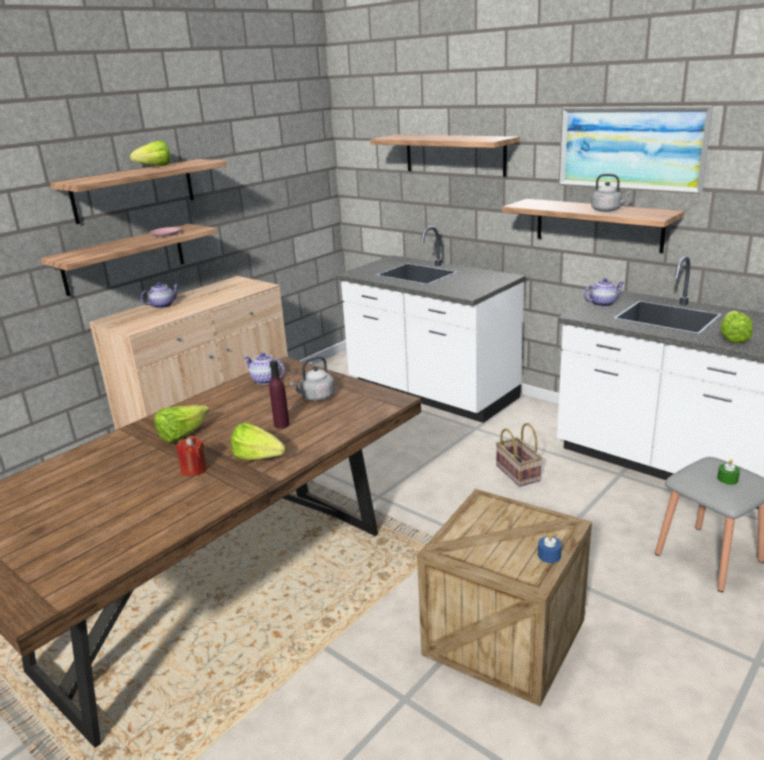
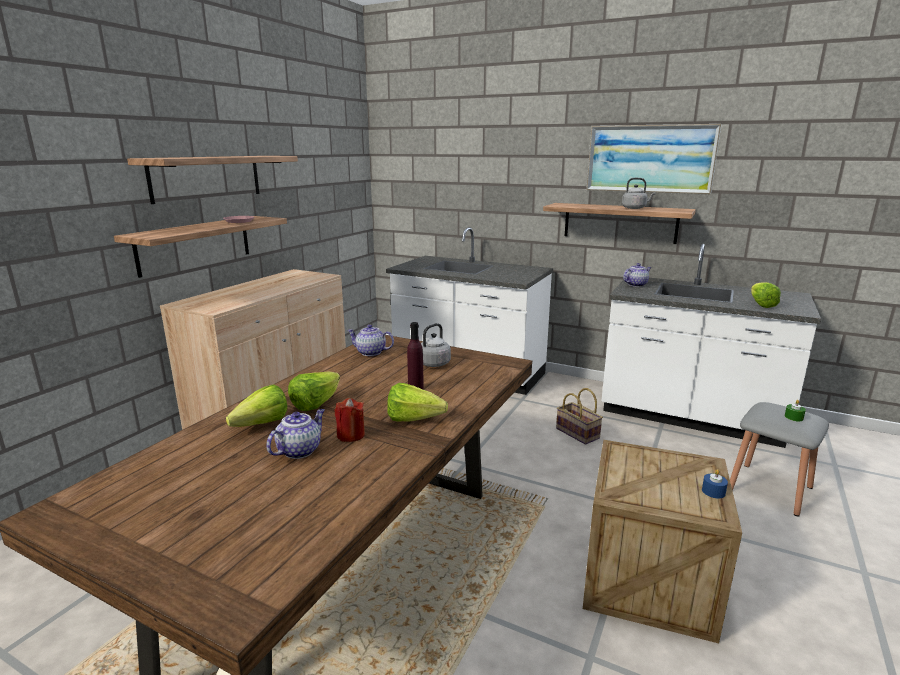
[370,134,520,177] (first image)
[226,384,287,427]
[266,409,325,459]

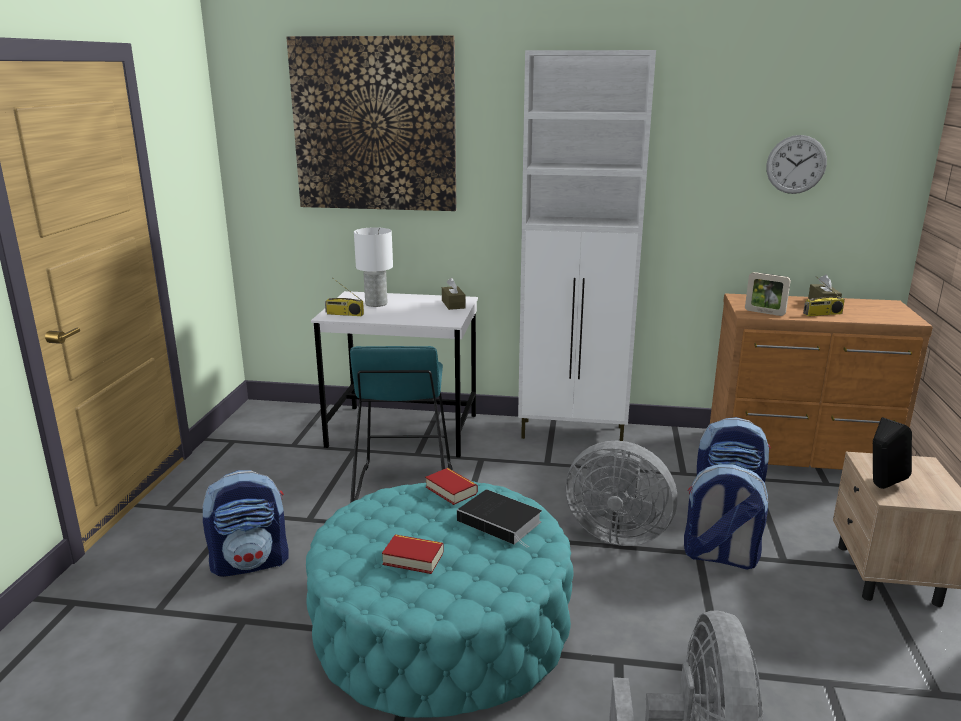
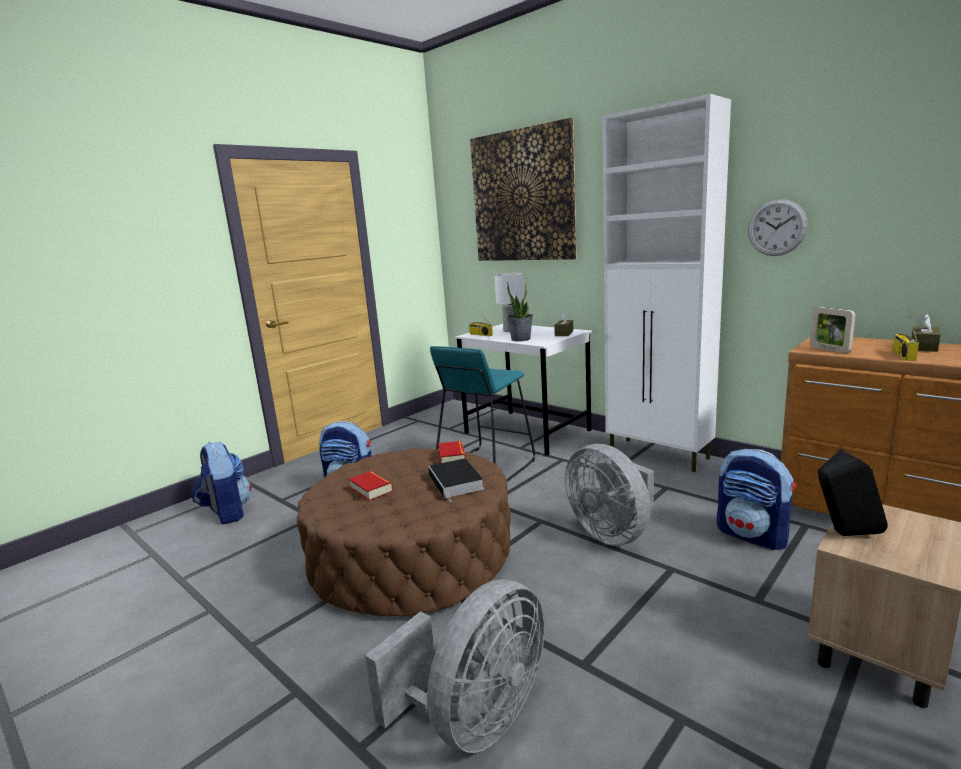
[507,282,533,341]
[192,442,251,524]
[748,199,808,256]
[297,448,511,616]
[892,309,919,361]

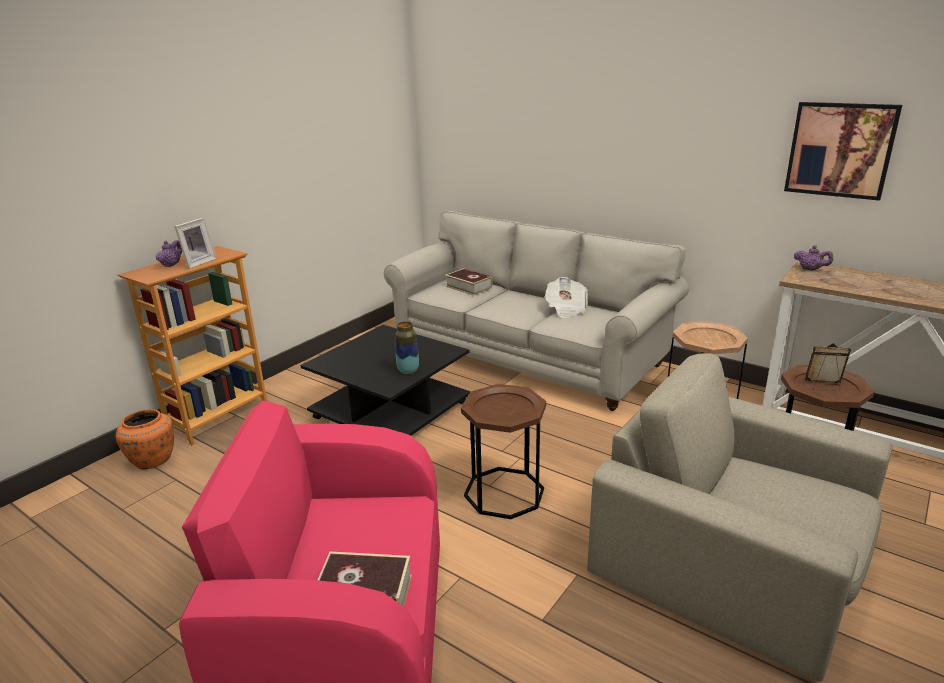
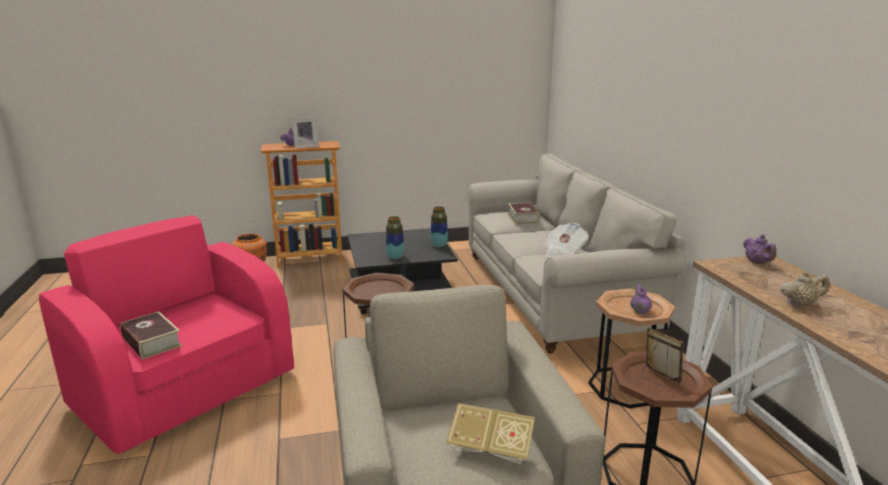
[784,102,902,201] (first image)
[430,207,448,247]
[446,403,535,465]
[630,284,652,314]
[780,271,830,306]

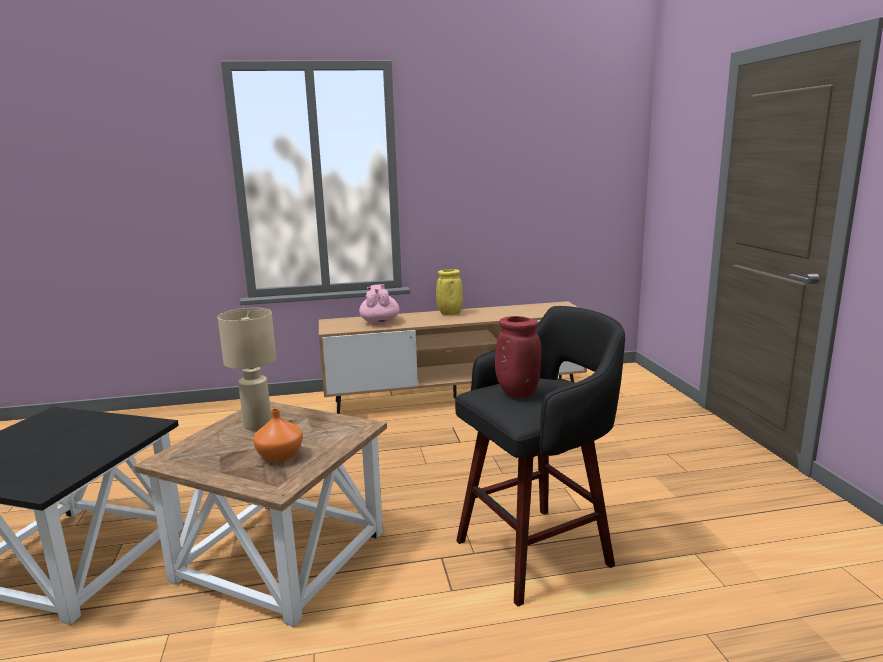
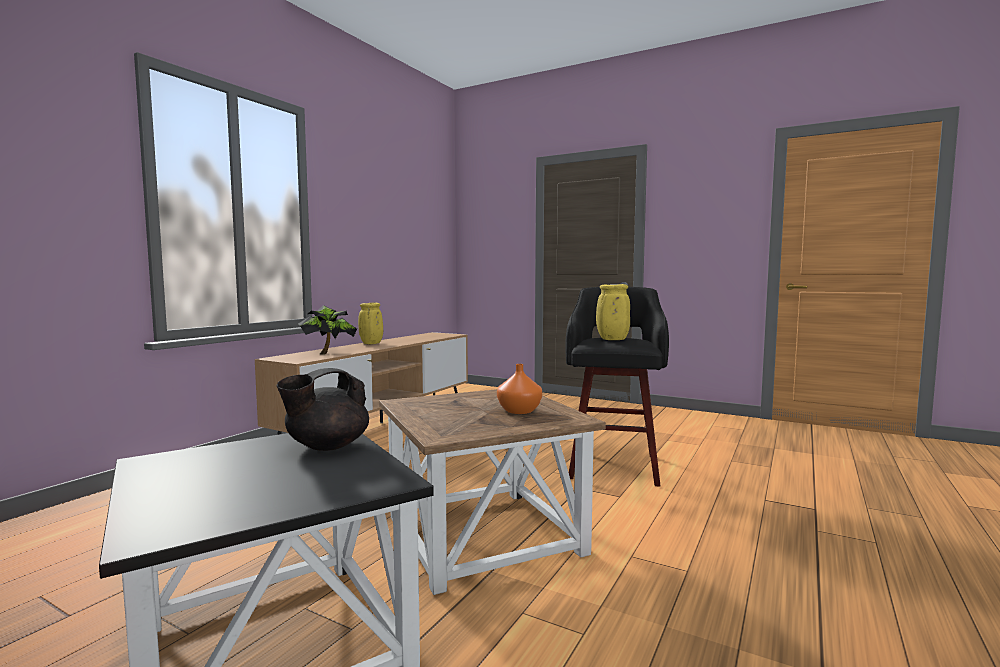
[218,308,276,430] (first image)
[277,368,369,451]
[298,305,357,354]
[596,284,630,340]

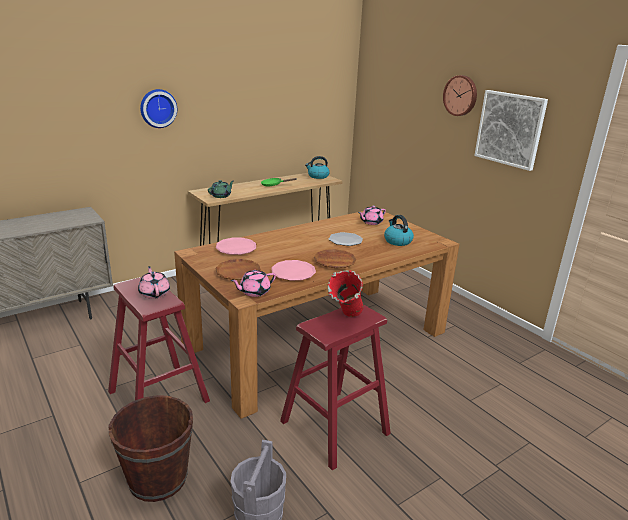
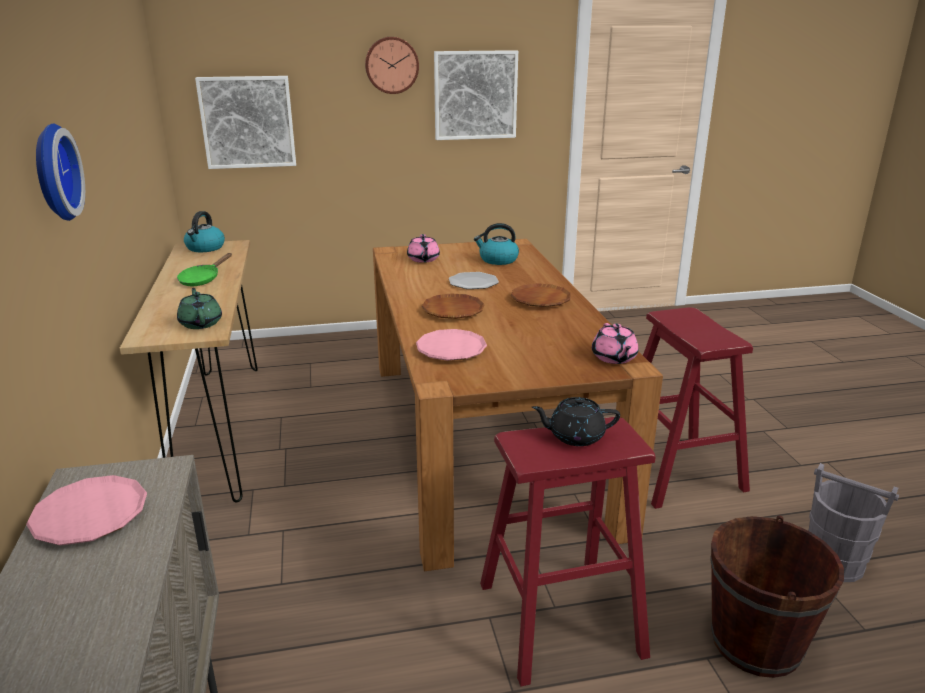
[328,270,364,317] (first image)
[195,76,296,169]
[422,293,485,319]
[26,475,147,546]
[532,397,620,446]

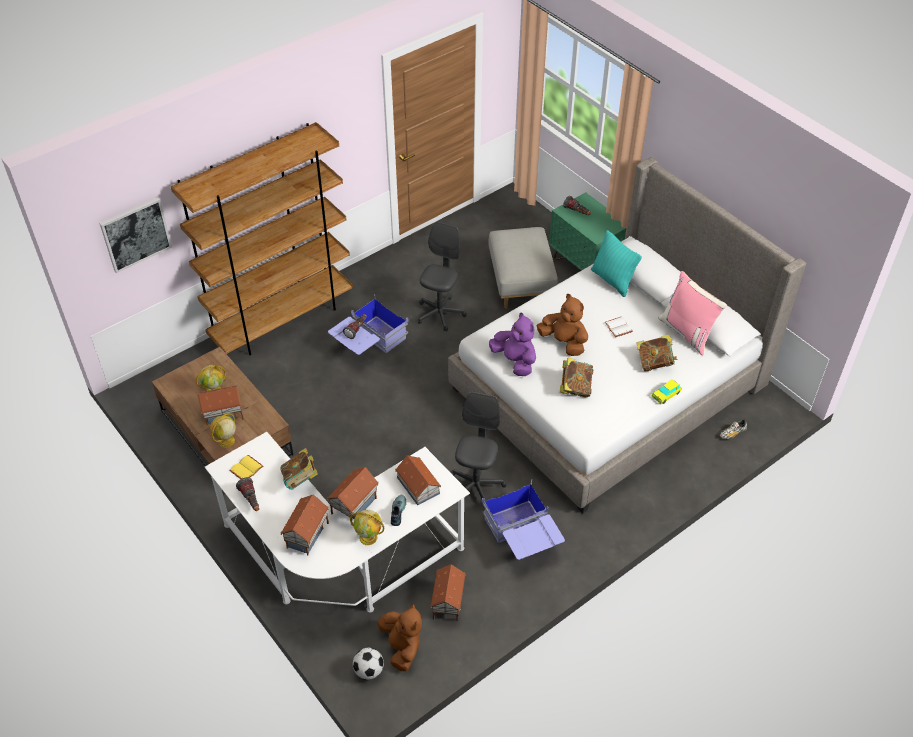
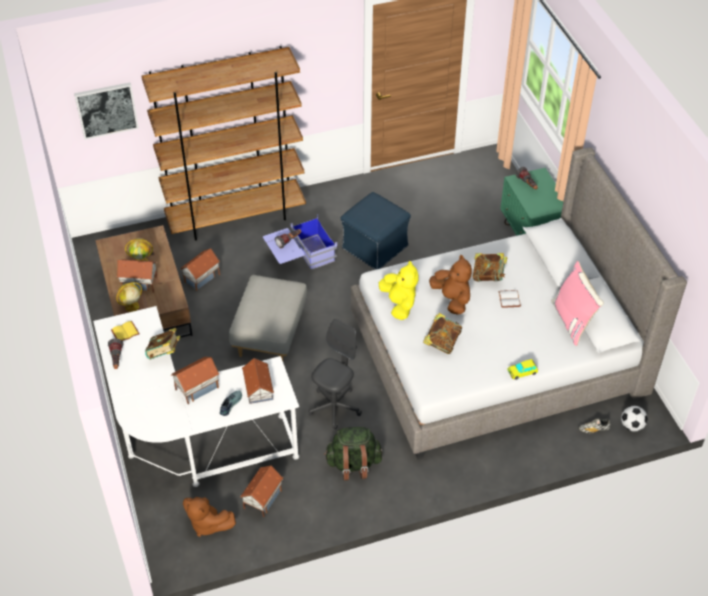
[350,510,384,545] (first image)
[591,230,642,297] (first image)
[180,248,220,291]
[621,406,648,432]
[229,275,307,361]
[473,253,507,281]
[341,192,411,270]
[324,427,383,481]
[379,261,418,320]
[183,497,236,537]

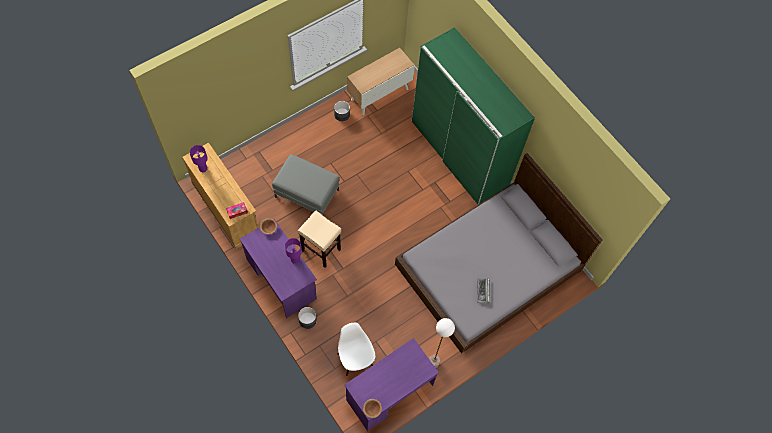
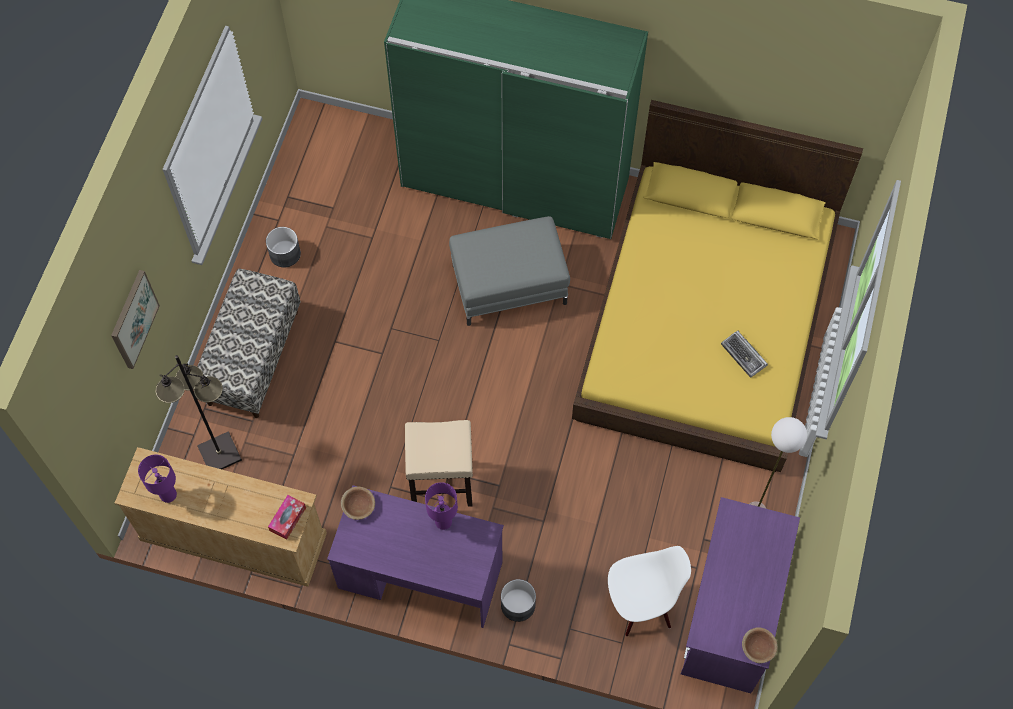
[347,48,415,116] (first image)
[111,270,160,369]
[155,355,242,469]
[197,269,301,418]
[449,216,570,326]
[572,100,863,472]
[608,546,691,636]

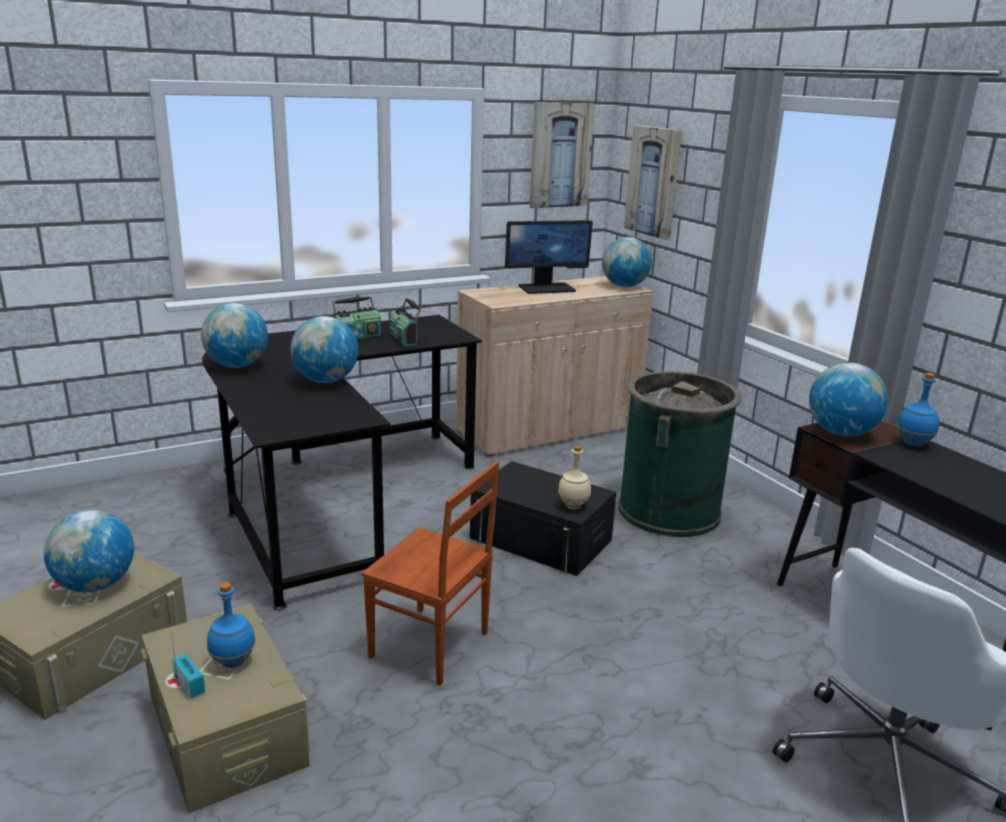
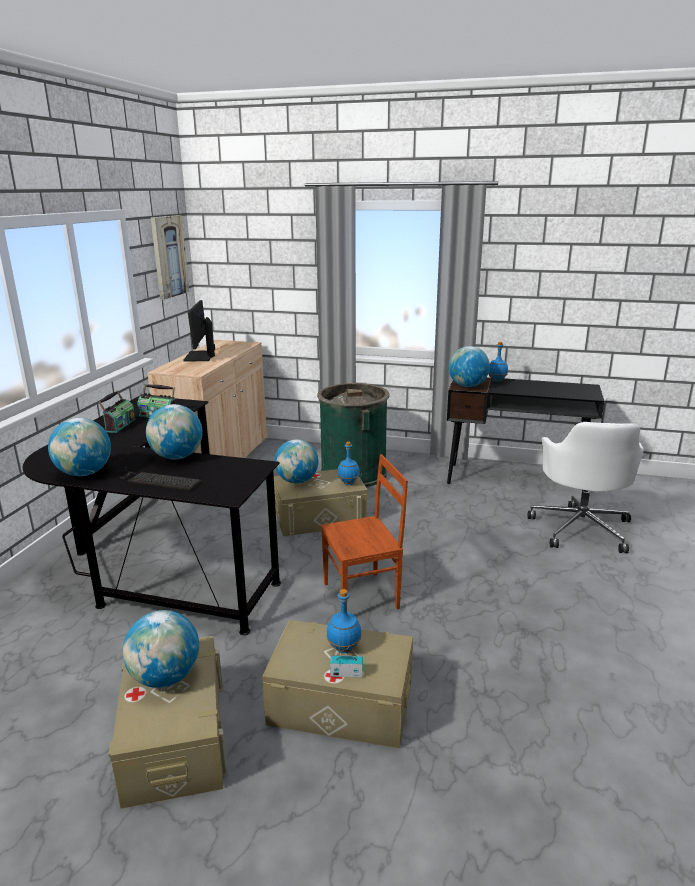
[624,125,682,240] (first image)
[120,467,202,491]
[274,439,318,484]
[274,469,368,536]
[337,442,360,485]
[184,300,215,362]

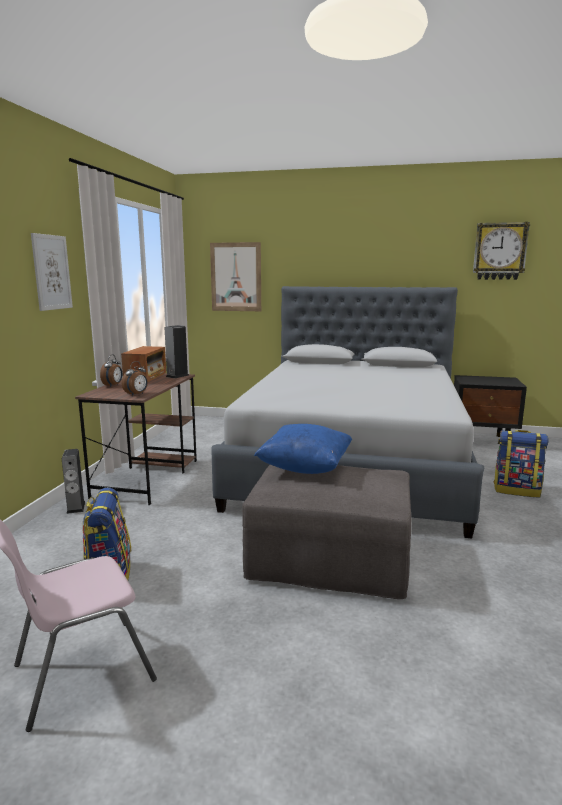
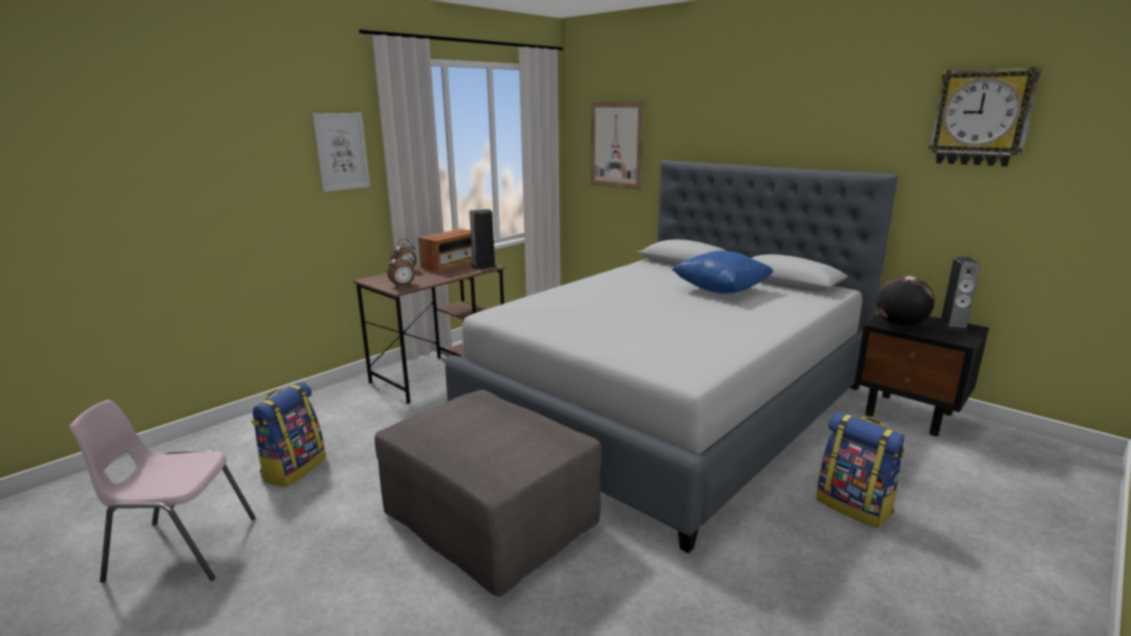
[877,276,935,327]
[939,257,980,331]
[672,251,773,294]

